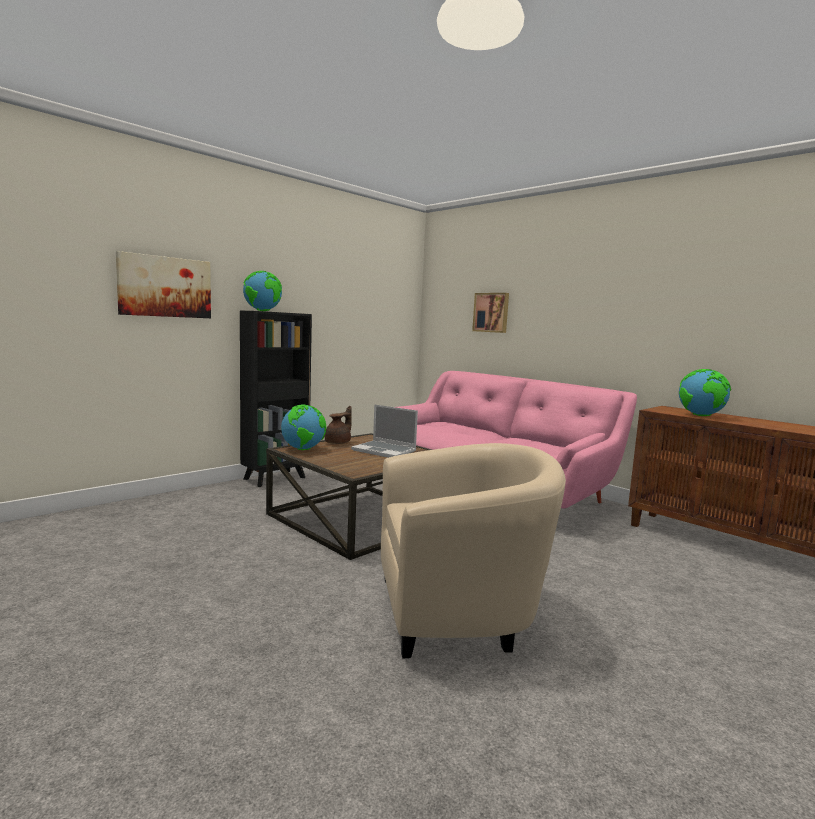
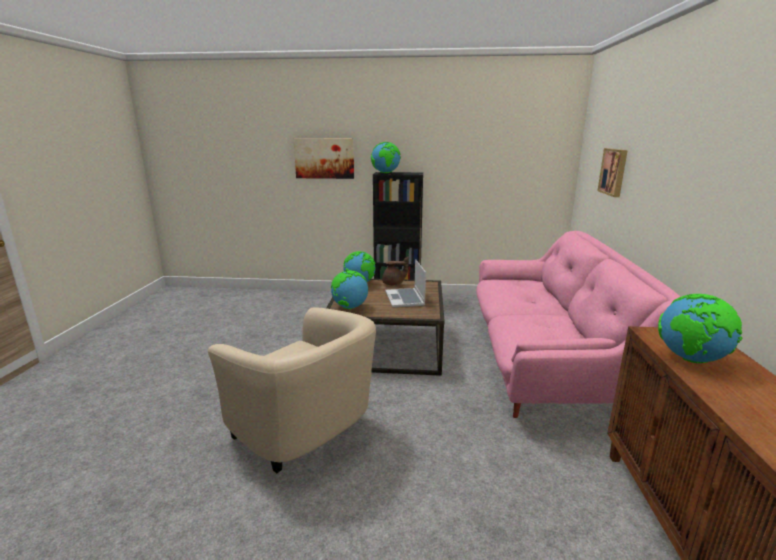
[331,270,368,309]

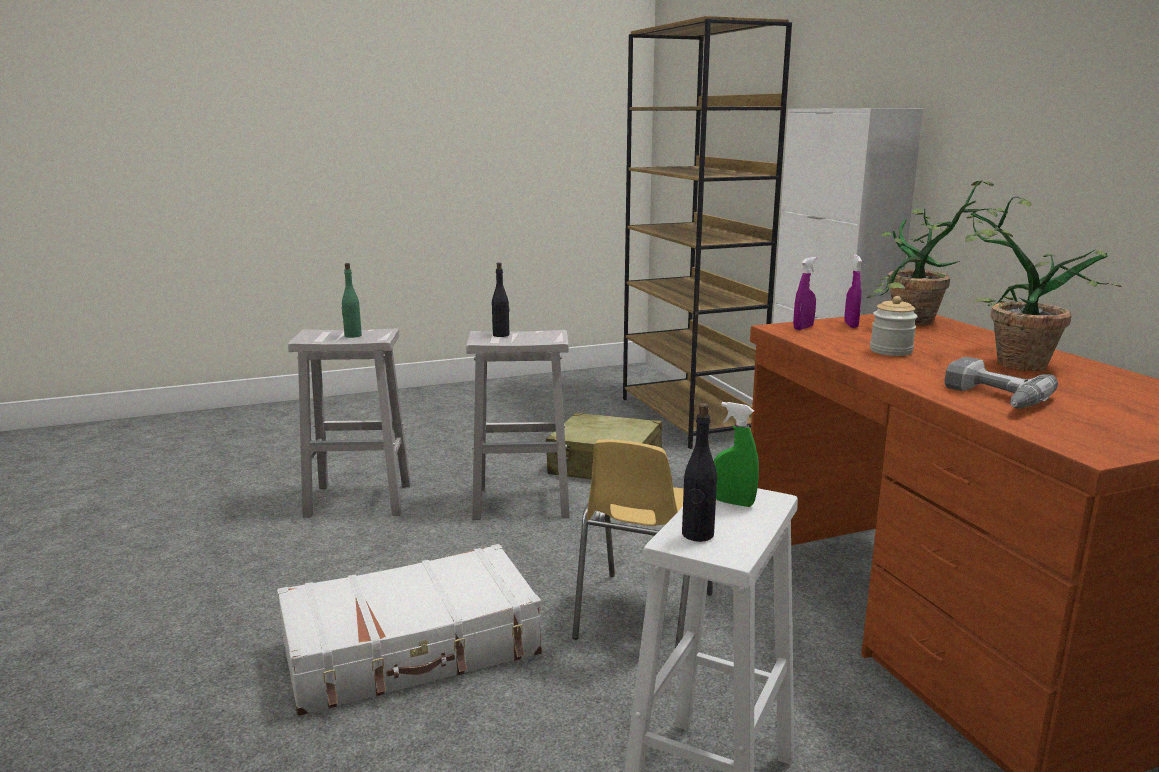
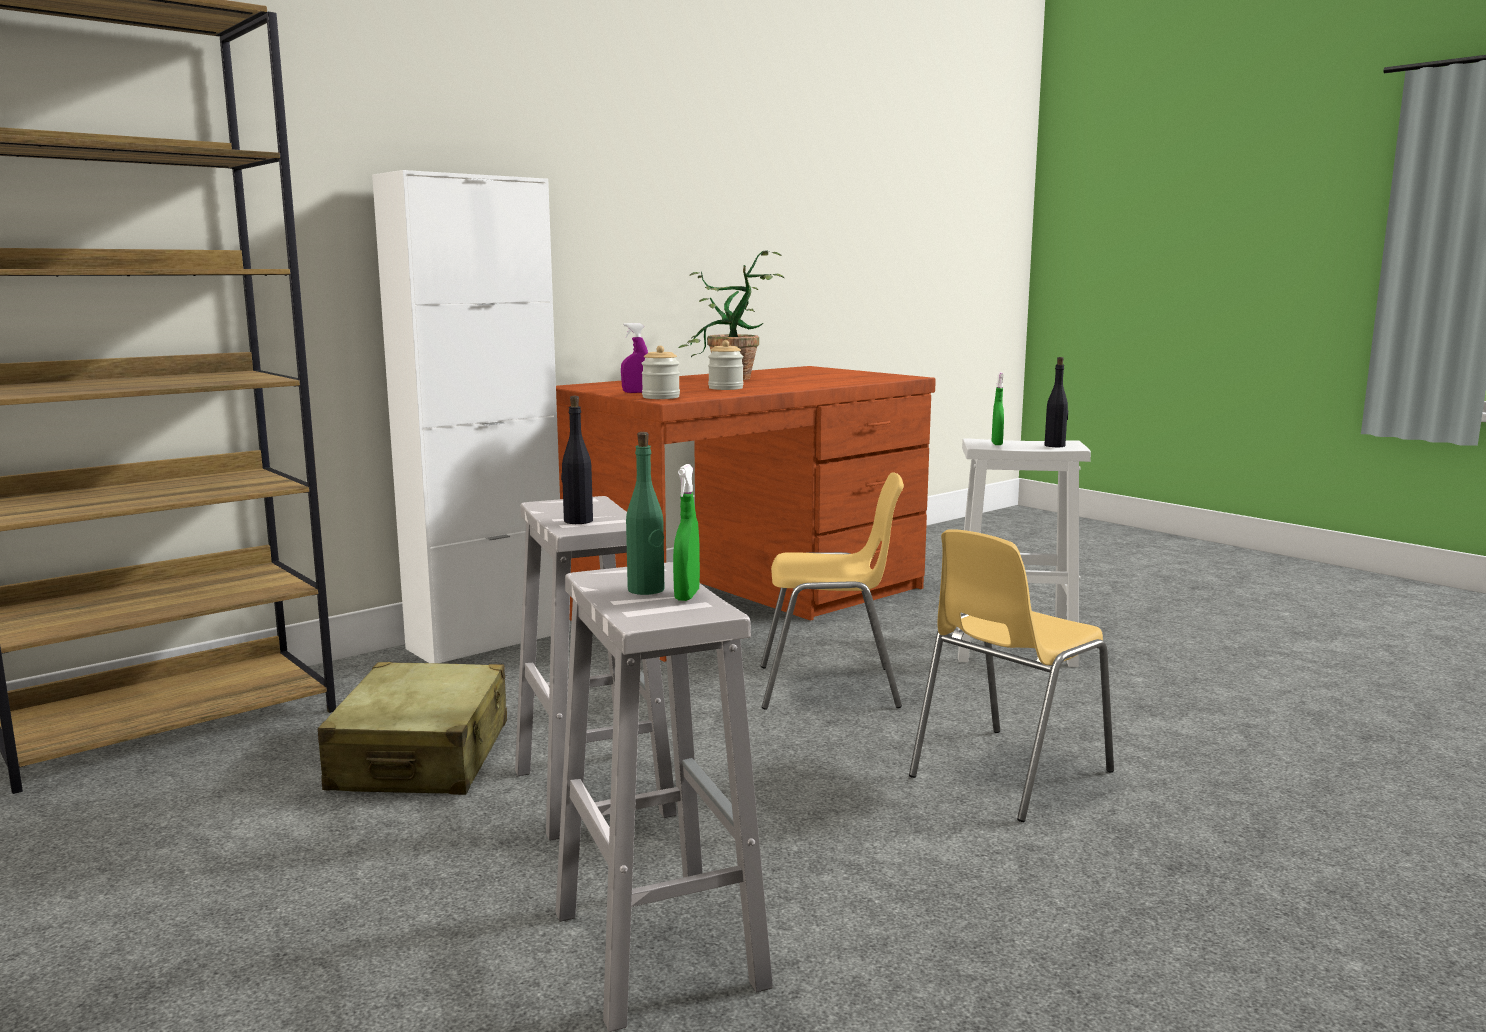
[867,180,1008,325] (first image)
[944,357,1058,409] (first image)
[673,464,700,601]
[909,529,1114,822]
[641,346,680,399]

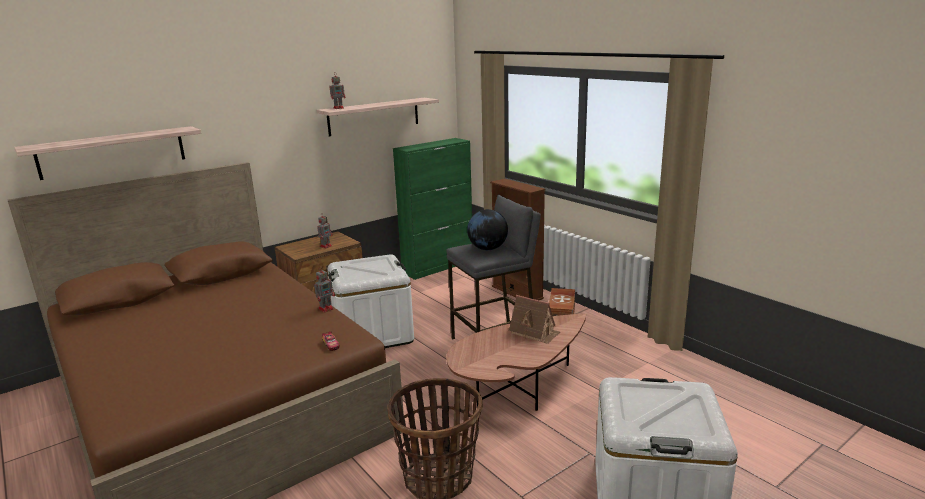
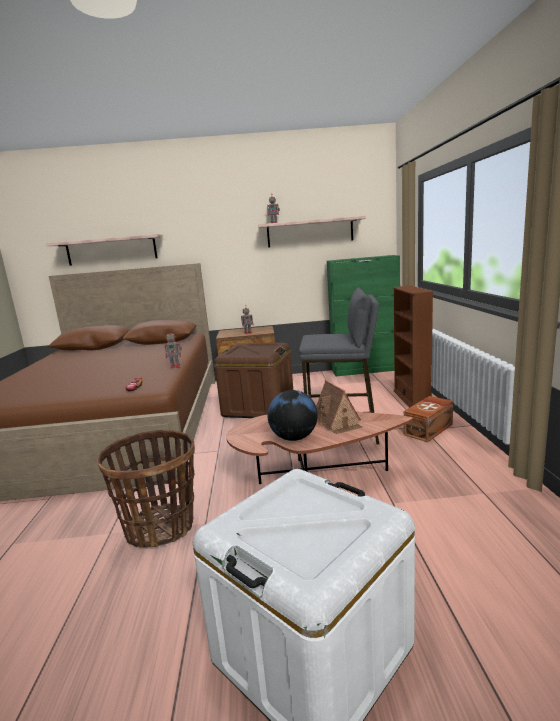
[267,390,318,441]
[214,343,293,418]

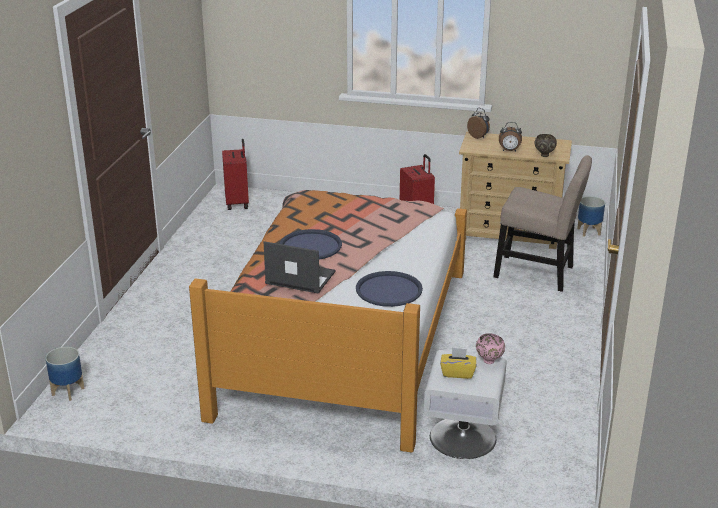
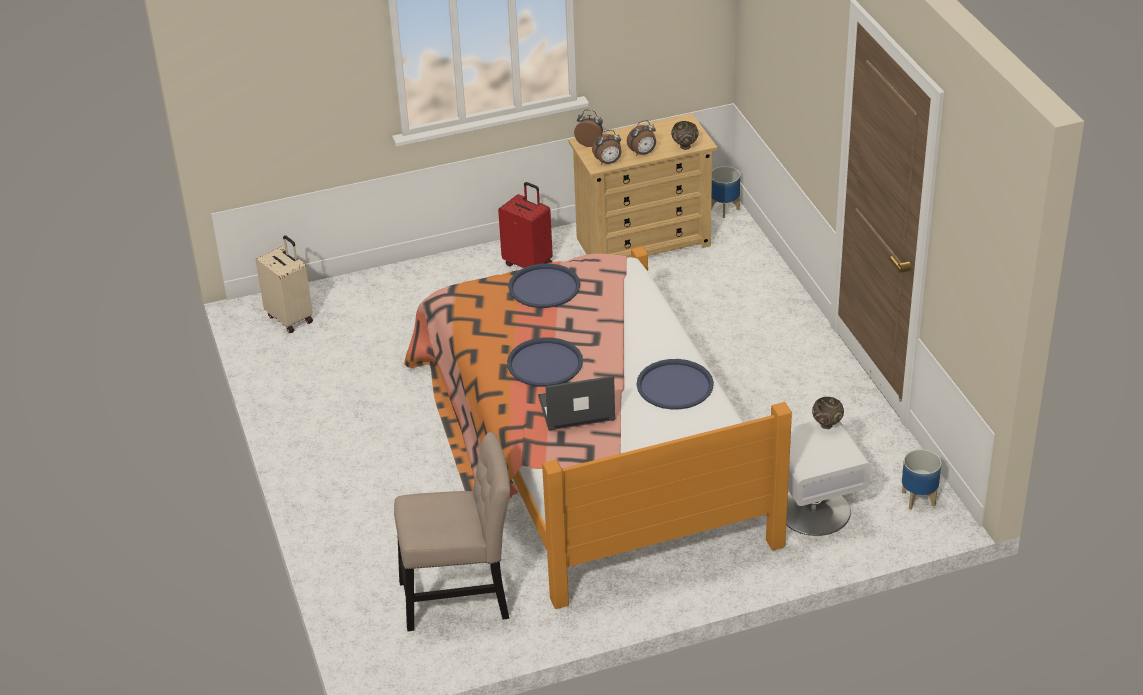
[440,348,476,379] (first image)
[508,263,580,308]
[592,130,622,165]
[902,449,942,510]
[394,432,510,631]
[256,235,313,333]
[812,397,844,429]

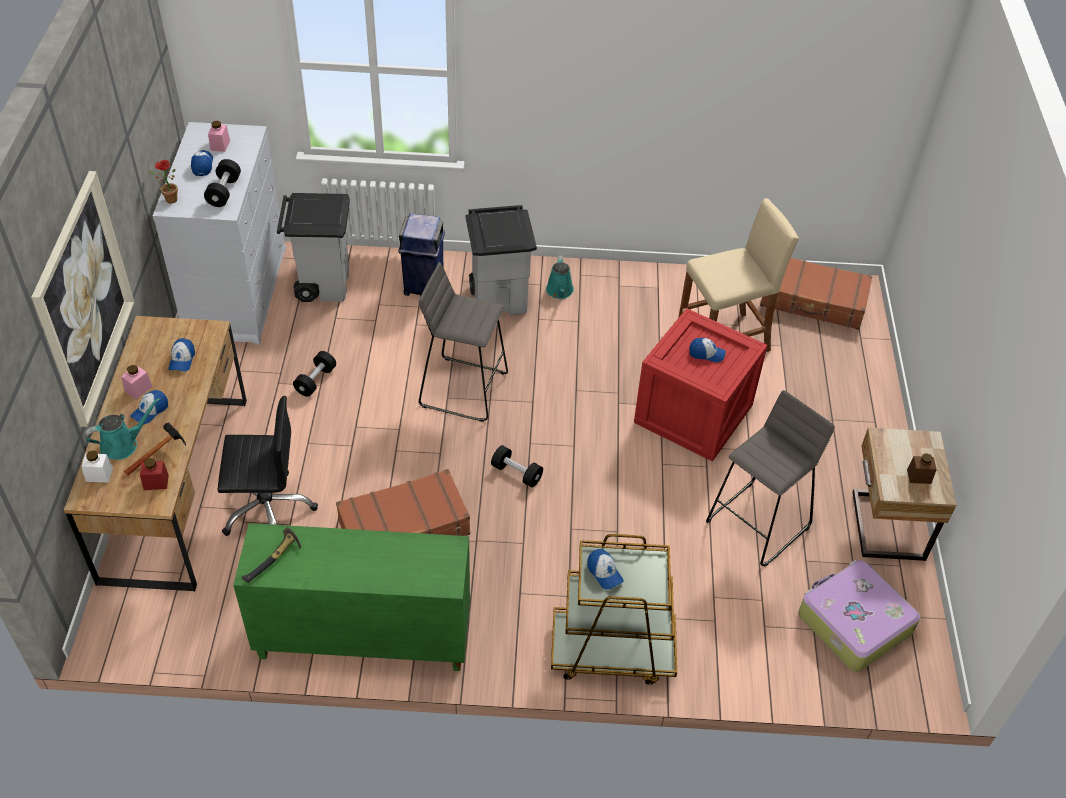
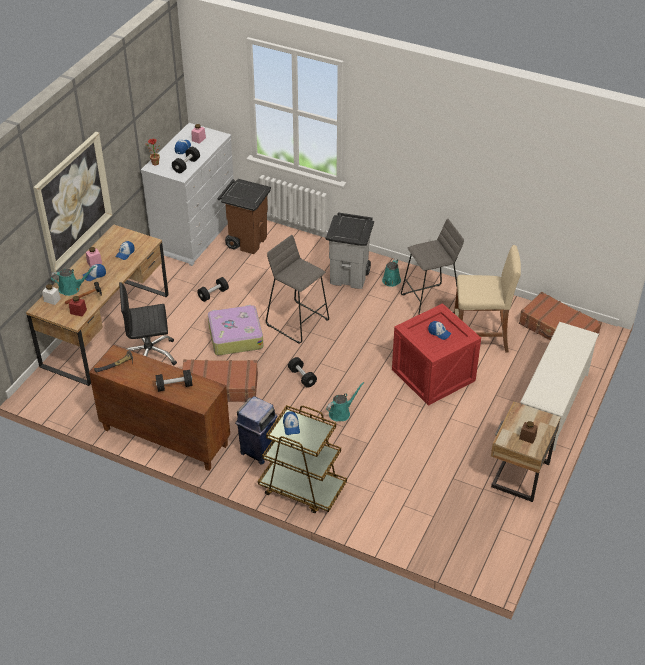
[155,370,193,392]
[326,382,364,421]
[520,322,599,451]
[235,396,277,465]
[401,219,464,315]
[208,305,264,355]
[89,345,230,471]
[218,179,271,254]
[119,282,177,366]

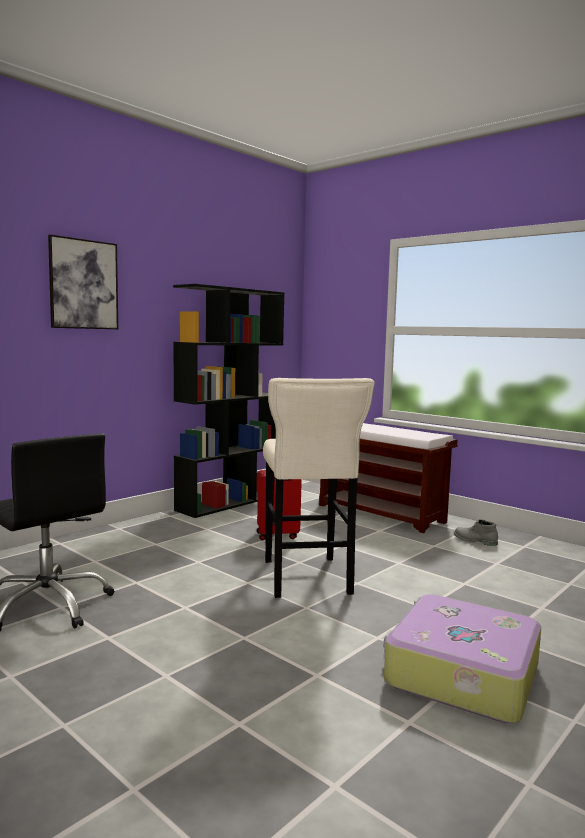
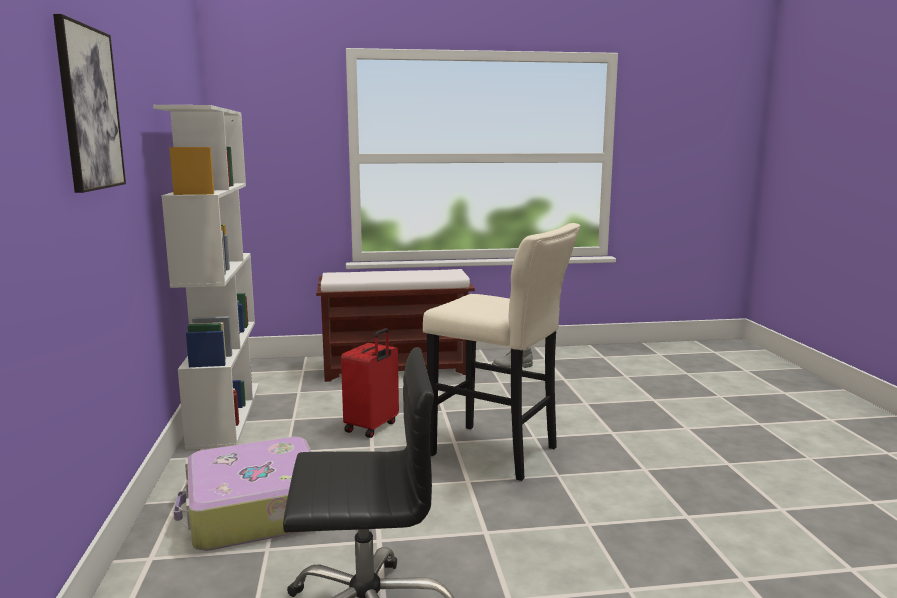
[174,437,311,551]
[153,105,259,450]

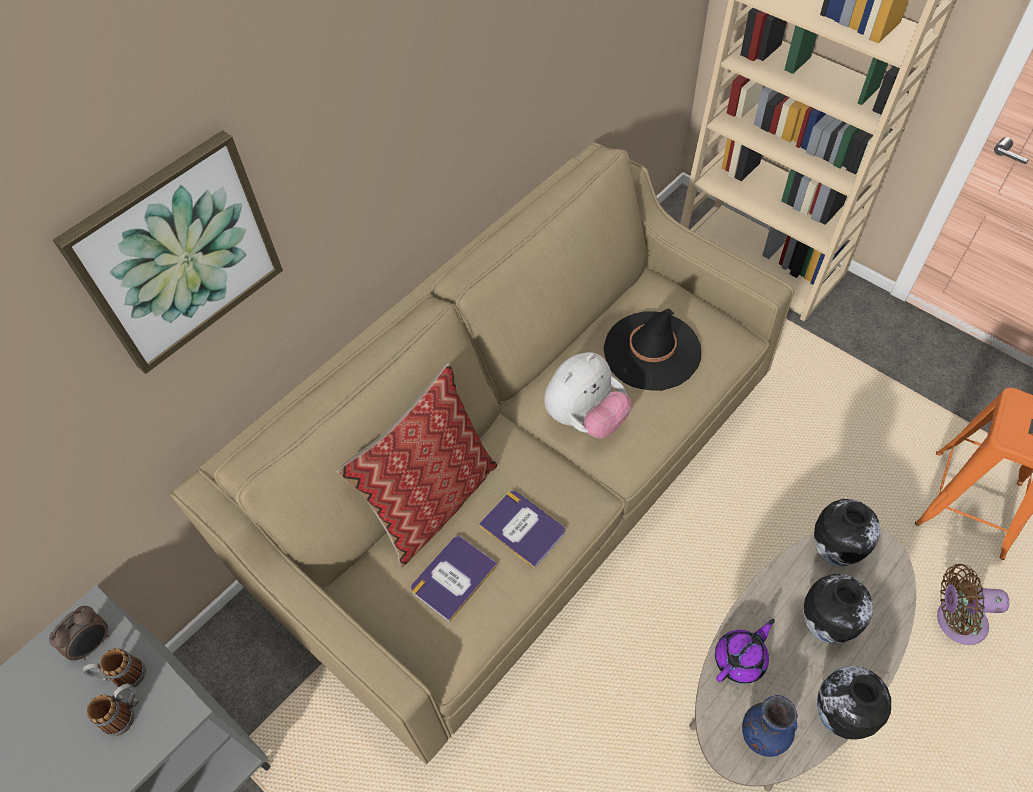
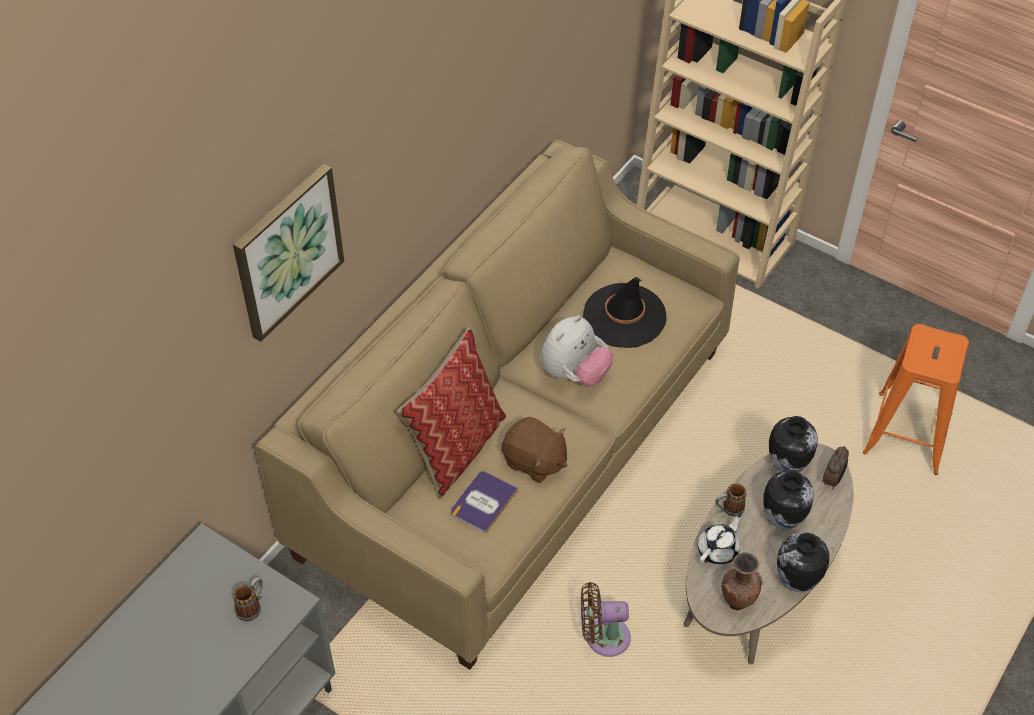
[823,446,849,490]
[716,483,746,516]
[581,582,631,657]
[501,417,567,483]
[697,513,742,565]
[722,552,763,610]

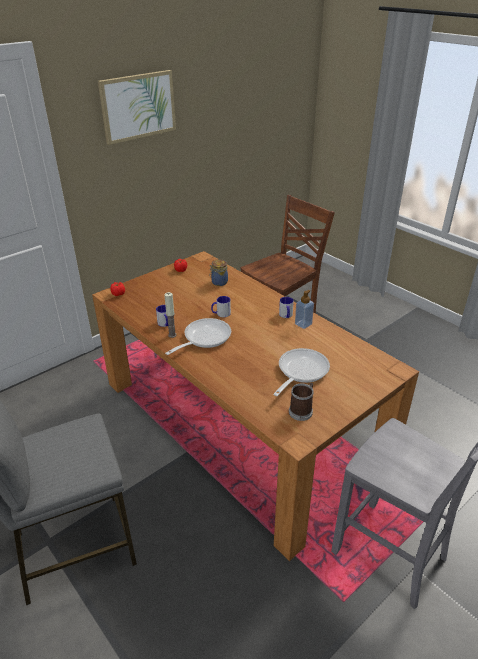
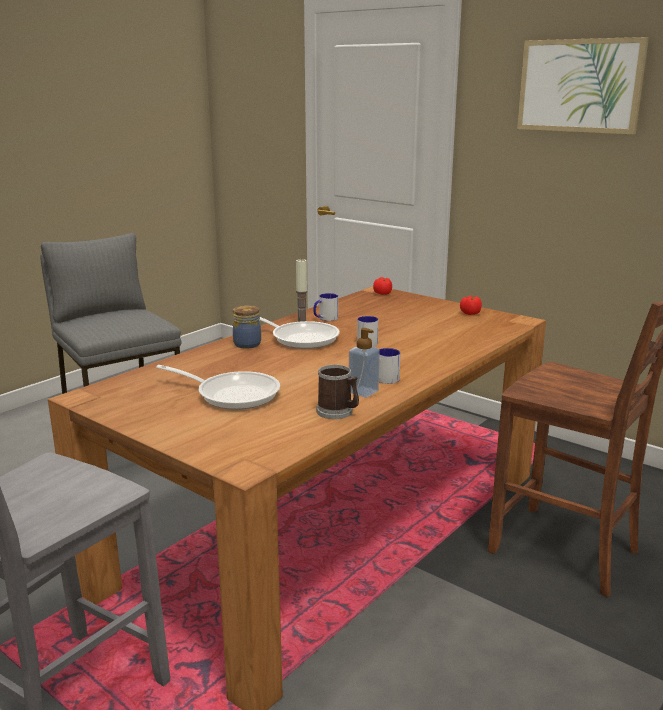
[233,305,261,349]
[317,365,359,419]

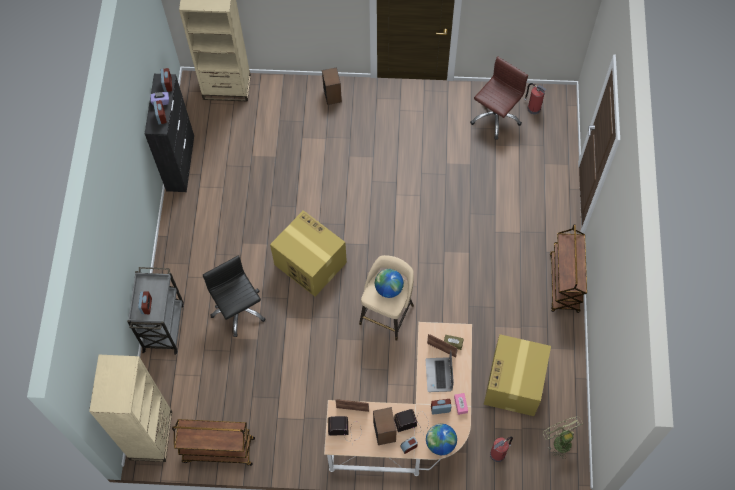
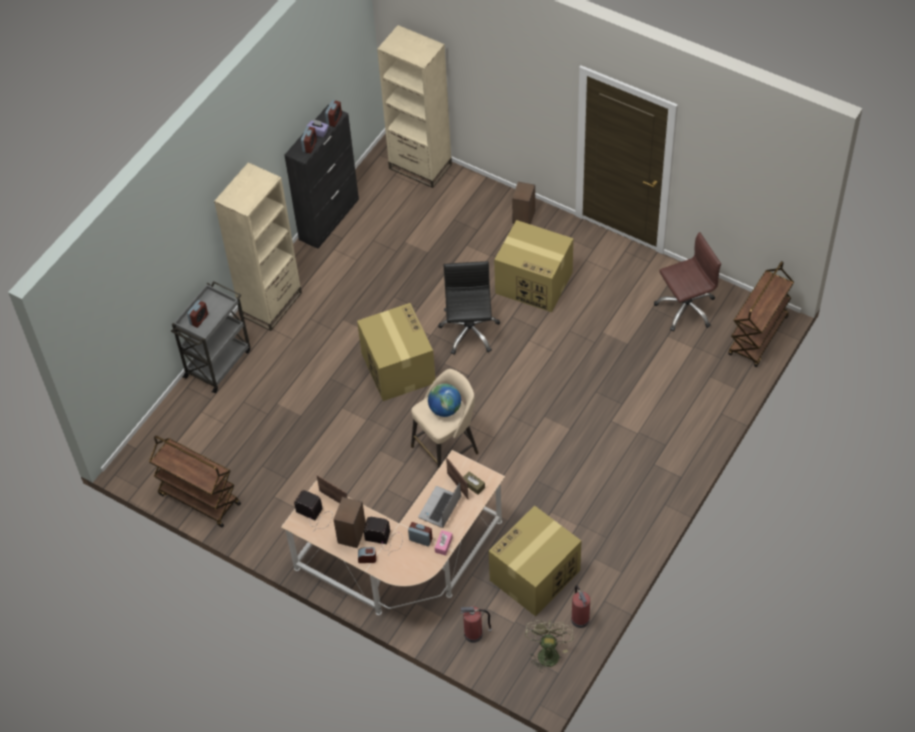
[426,424,457,455] (first image)
[494,220,573,312]
[214,162,302,331]
[438,261,501,355]
[571,585,590,628]
[728,261,794,367]

